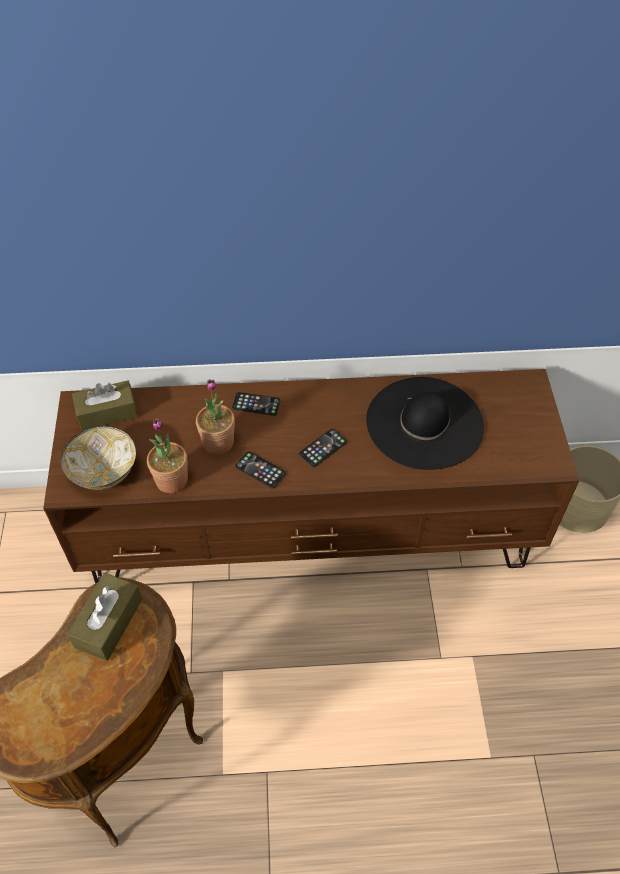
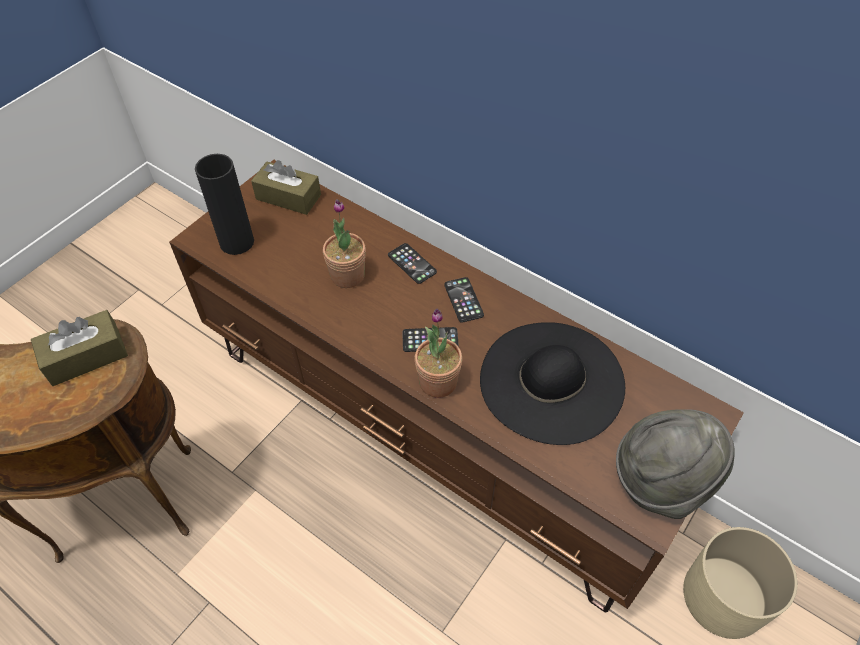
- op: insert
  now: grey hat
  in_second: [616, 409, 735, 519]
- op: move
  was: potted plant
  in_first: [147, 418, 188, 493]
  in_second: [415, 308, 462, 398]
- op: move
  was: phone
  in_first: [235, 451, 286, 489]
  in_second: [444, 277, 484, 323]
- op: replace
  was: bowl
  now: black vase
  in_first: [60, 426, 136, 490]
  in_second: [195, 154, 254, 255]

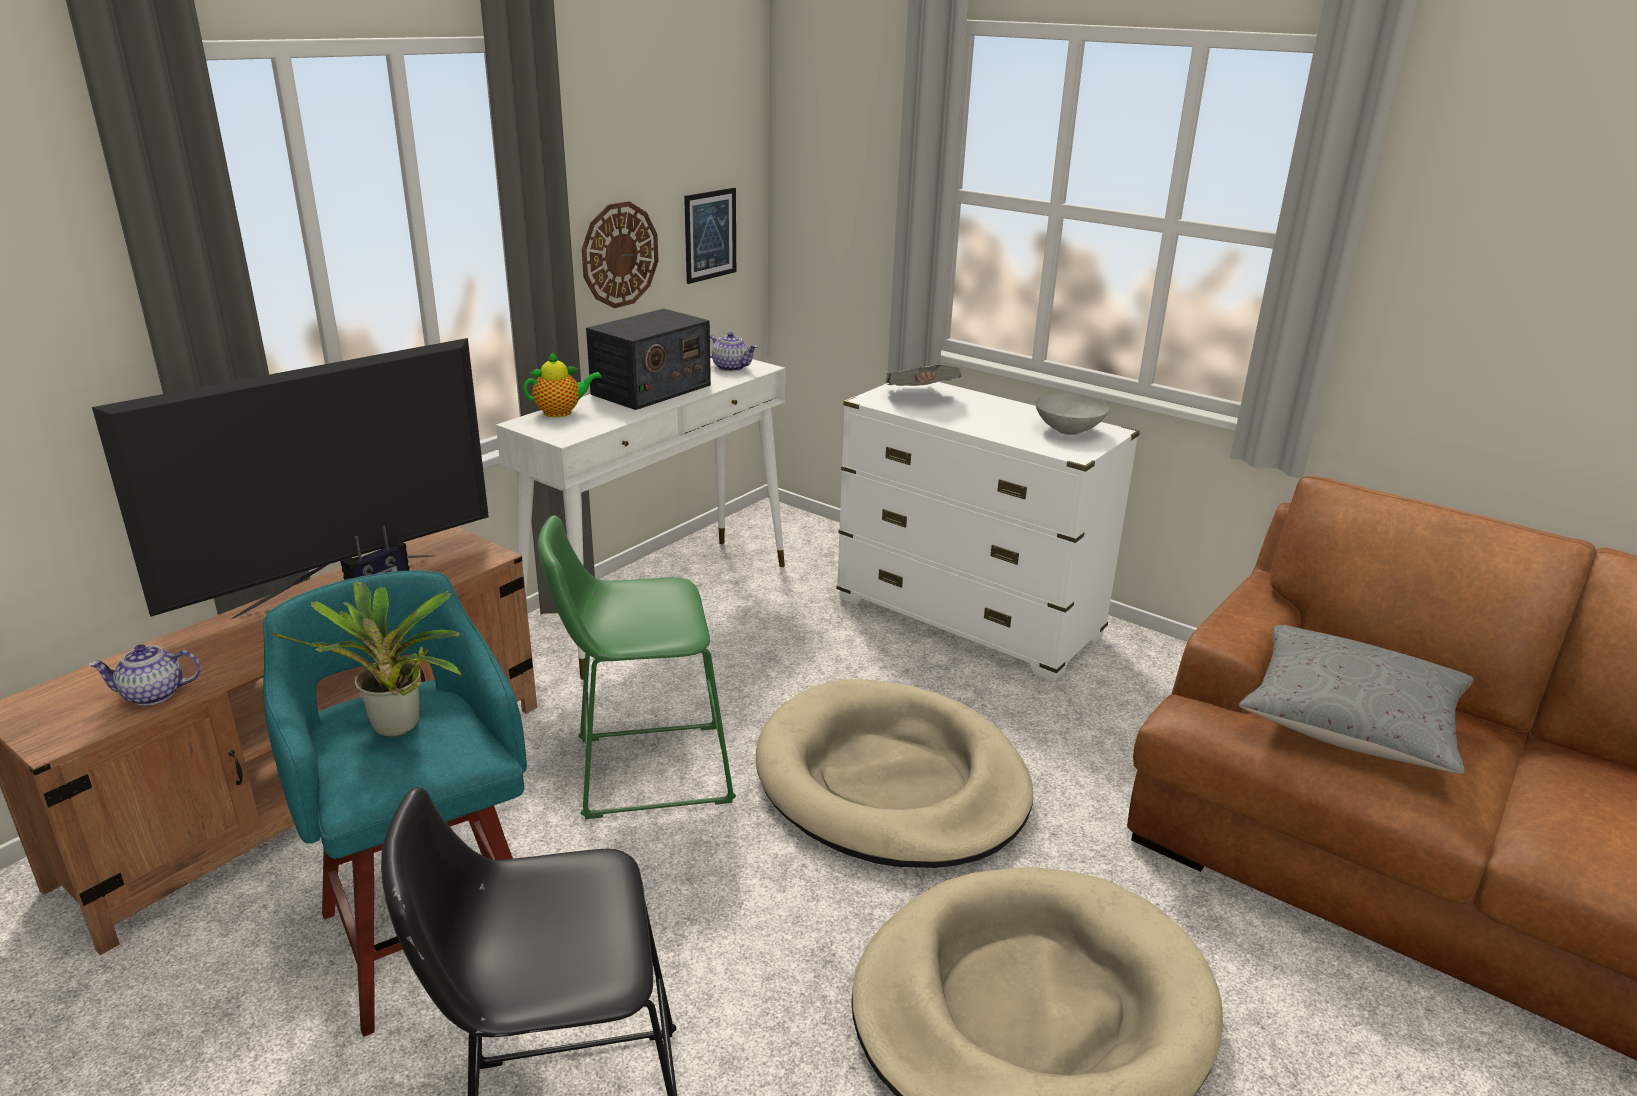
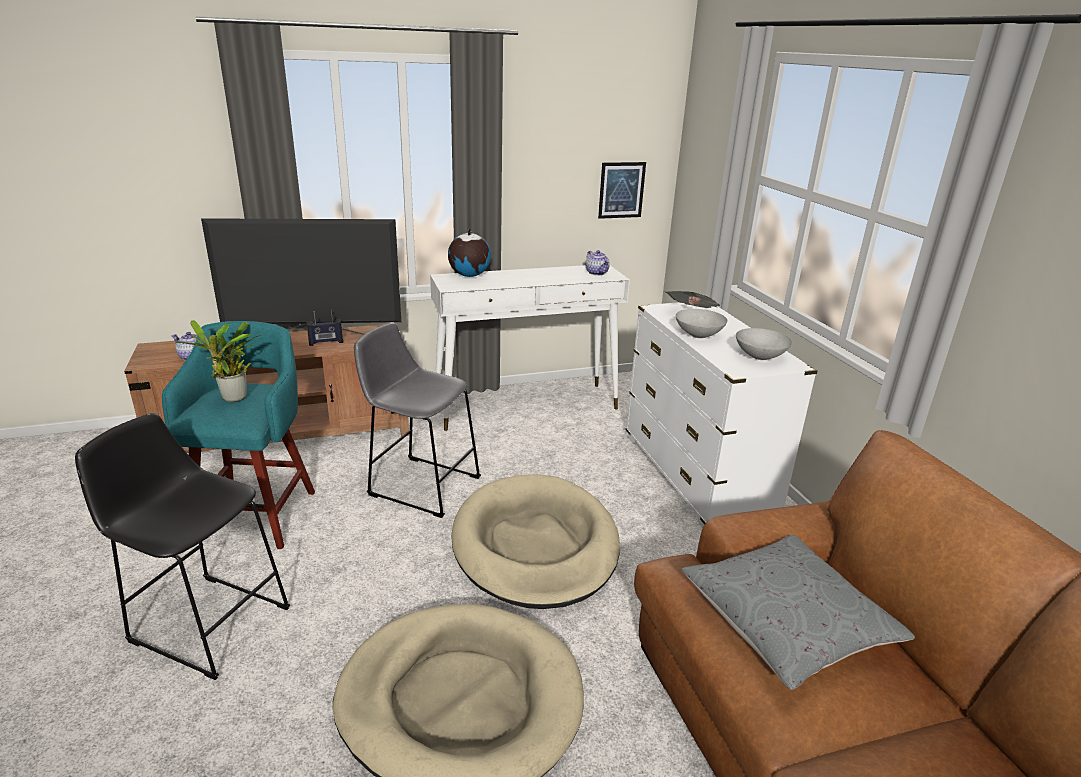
- op: delete
  was: wall clock
  in_first: [582, 201, 658, 308]
- op: delete
  was: radio
  in_first: [586, 309, 711, 410]
- op: insert
  now: grey bowl
  in_second: [676, 309, 727, 338]
- op: replace
  was: teapot
  now: globe
  in_first: [523, 351, 602, 417]
  in_second: [448, 228, 491, 277]
- op: recolor
  was: green stool
  now: grey stool
  in_first: [537, 515, 736, 819]
  in_second: [354, 323, 481, 518]

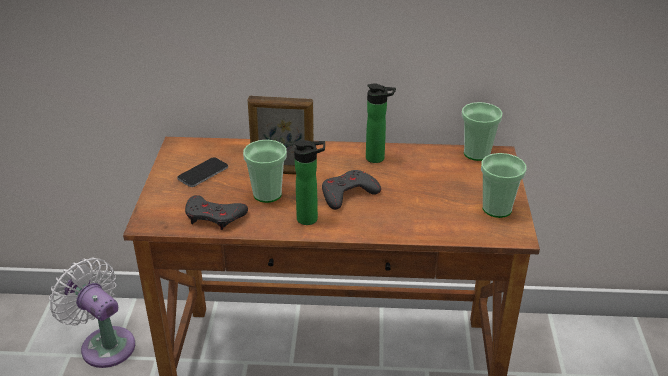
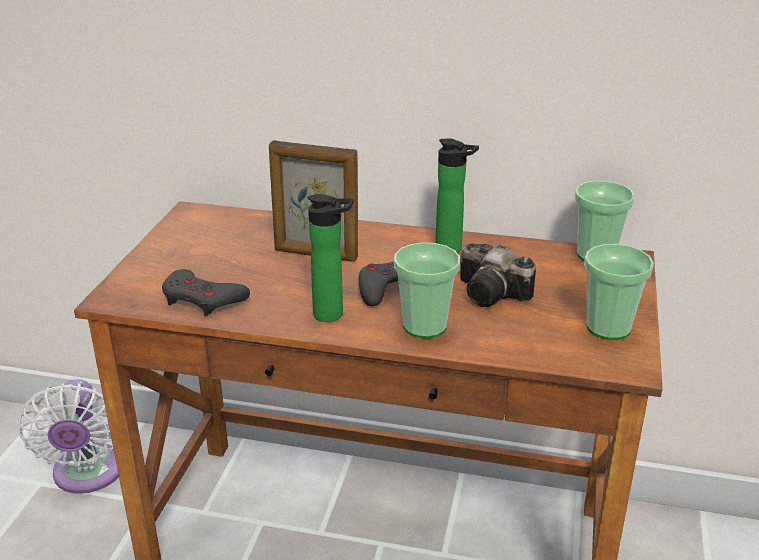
- op: delete
  was: phone
  in_first: [177, 157, 228, 187]
- op: insert
  now: photo camera
  in_second: [460, 243, 536, 307]
- op: move
  was: cup
  in_first: [243, 140, 287, 203]
  in_second: [394, 242, 460, 339]
- op: rotate
  was: white fan
  in_first: [49, 258, 135, 368]
  in_second: [17, 379, 119, 494]
  clockwise: -150

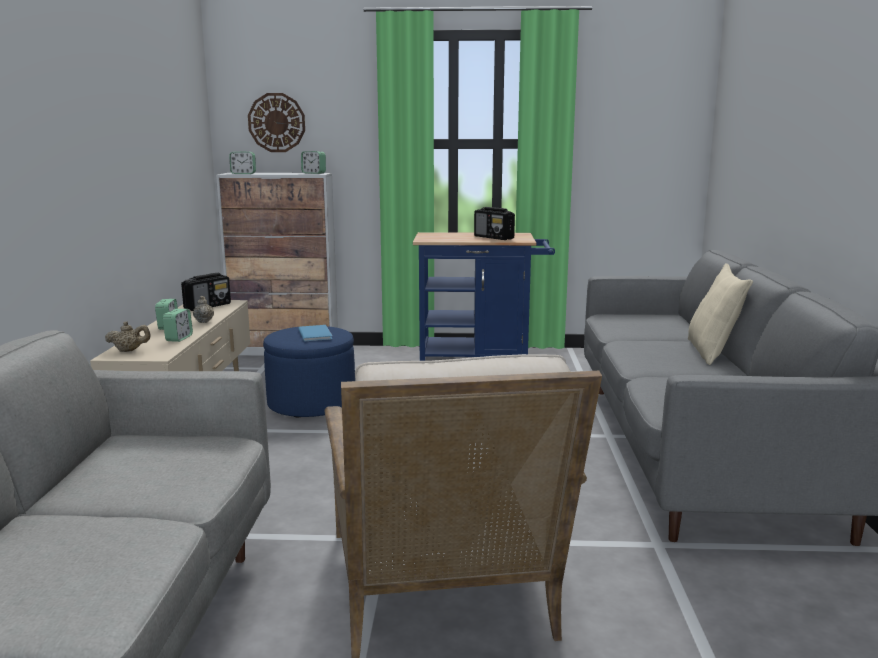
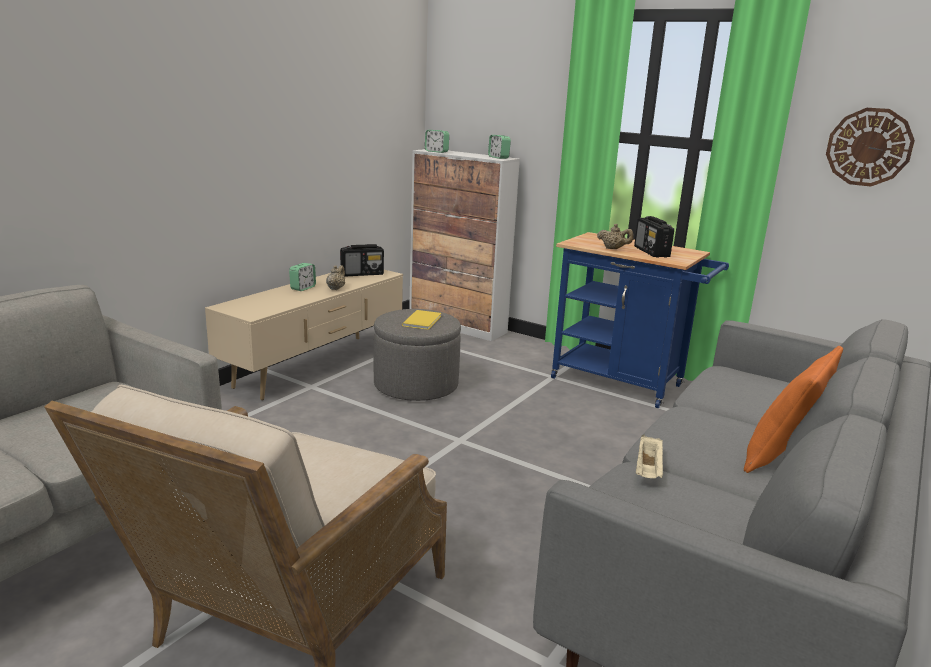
- op: delete
  was: alarm clock
  in_first: [163, 309, 193, 342]
- op: insert
  now: beige tray
  in_second: [636, 434, 663, 478]
- op: move
  was: beige teapot
  in_first: [105, 321, 151, 352]
  in_second: [597, 224, 634, 249]
- op: move
  was: wall clock
  in_first: [248, 93, 305, 152]
  in_second: [826, 108, 915, 187]
- op: recolor
  was: blue ottoman
  now: grey ottoman
  in_first: [263, 326, 355, 417]
  in_second: [374, 309, 461, 401]
- op: recolor
  was: blue book
  now: yellow book
  in_first: [298, 325, 332, 341]
  in_second: [402, 310, 441, 330]
- op: recolor
  was: beige pillow
  now: orange pillow
  in_first: [688, 263, 753, 365]
  in_second: [744, 346, 843, 473]

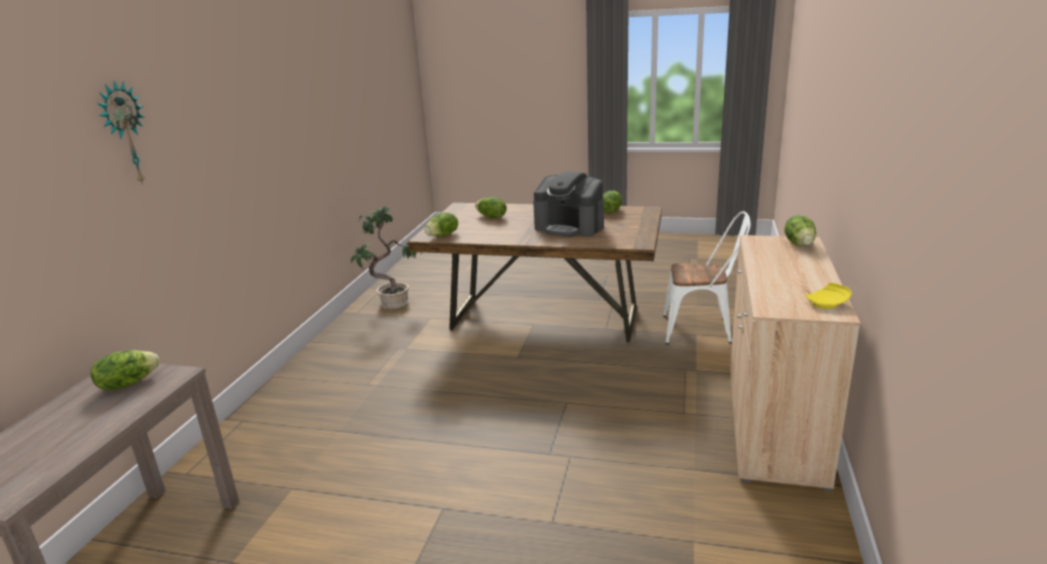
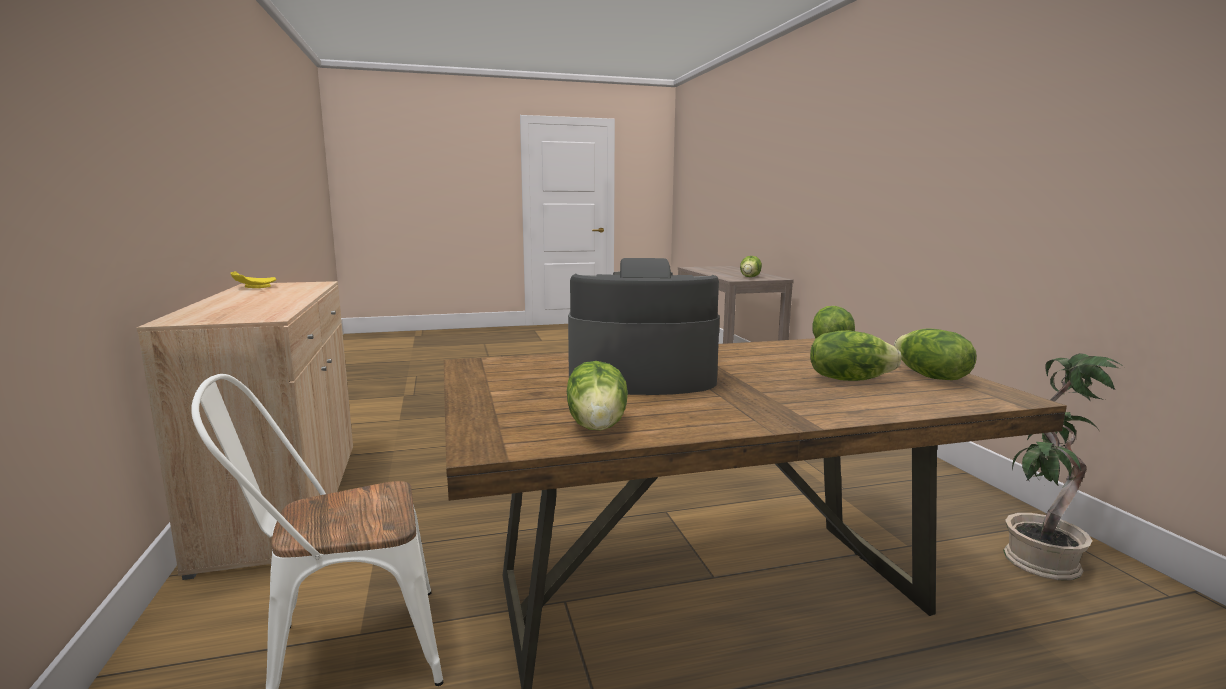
- op: delete
  was: wall clock
  in_first: [97, 81, 145, 185]
- op: move
  was: lettuce
  in_first: [785, 216, 816, 246]
  in_second: [894, 328, 977, 380]

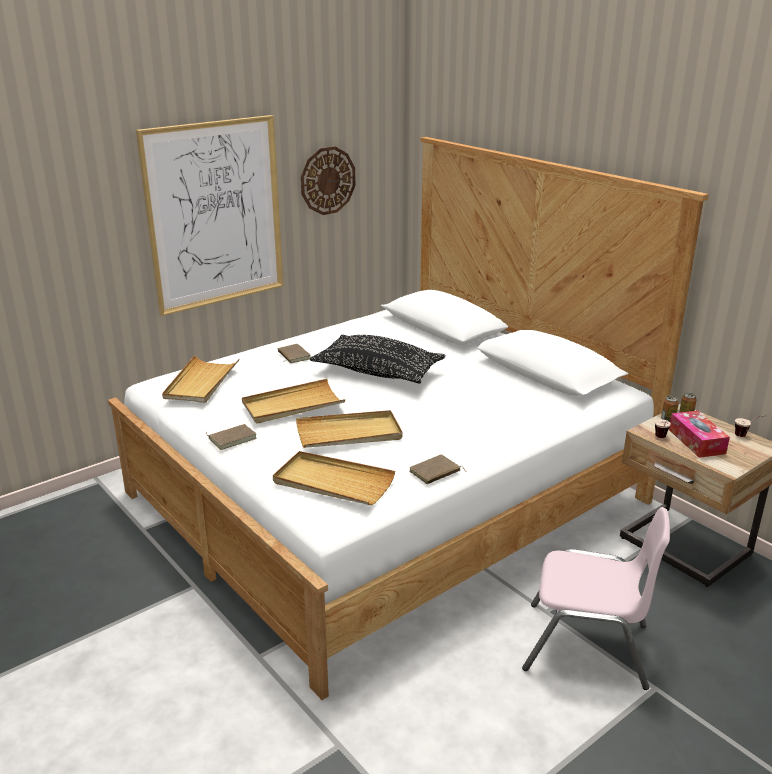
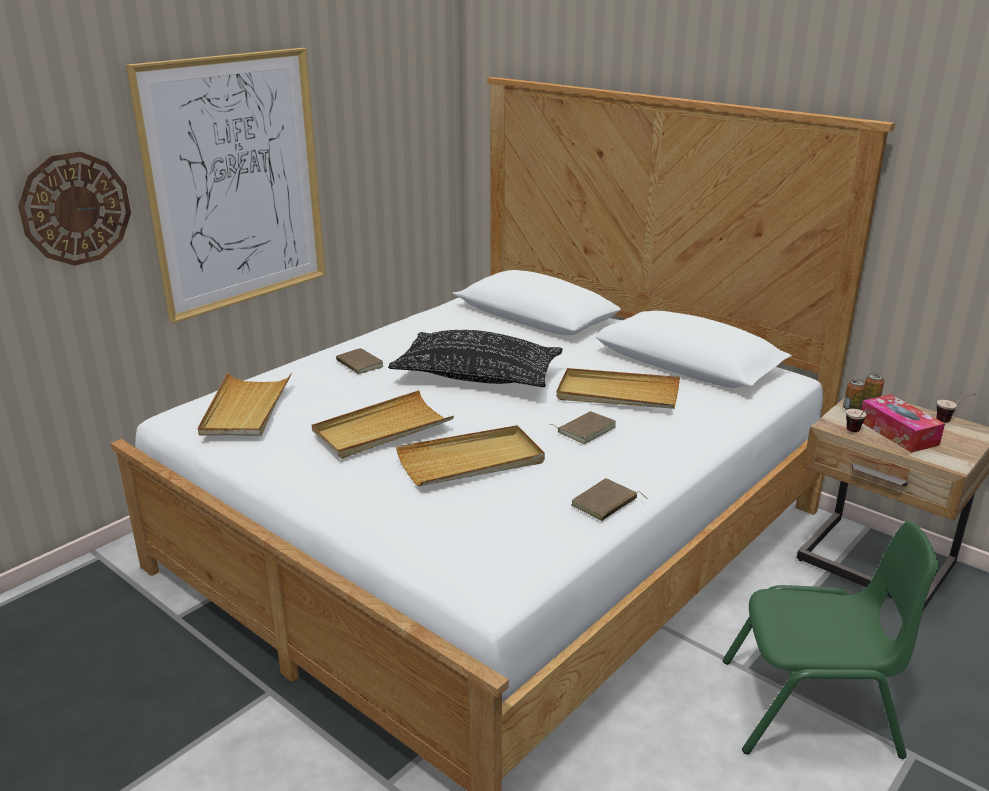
- op: move
  was: brown book
  in_first: [206, 424, 257, 450]
  in_second: [552, 411, 616, 444]
- op: move
  was: beige tray
  in_first: [273, 451, 395, 505]
  in_second: [556, 368, 680, 409]
- op: move
  was: wall clock
  in_first: [301, 146, 356, 215]
  in_second: [18, 151, 131, 266]
- op: recolor
  was: pink chair
  now: green chair
  in_first: [522, 507, 670, 690]
  in_second: [723, 521, 939, 759]

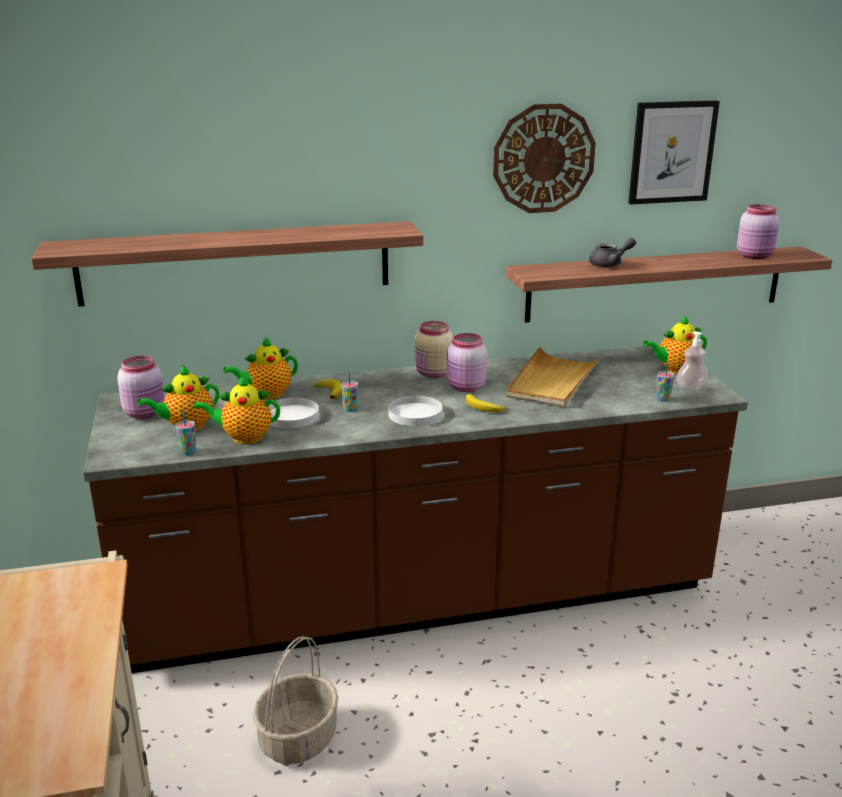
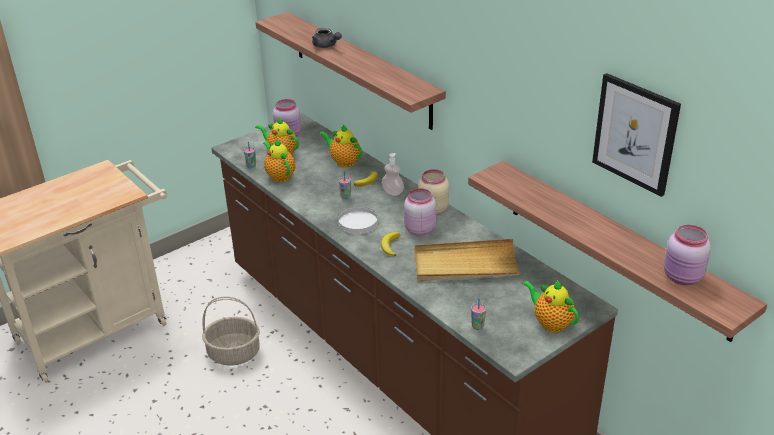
- op: delete
  was: white plate
  in_first: [269, 397, 319, 428]
- op: delete
  was: wall clock
  in_first: [493, 104, 596, 213]
- op: move
  was: grey teapot
  in_first: [589, 238, 636, 267]
  in_second: [312, 28, 342, 48]
- op: move
  was: soap dispenser
  in_first: [677, 331, 708, 390]
  in_second: [382, 153, 404, 196]

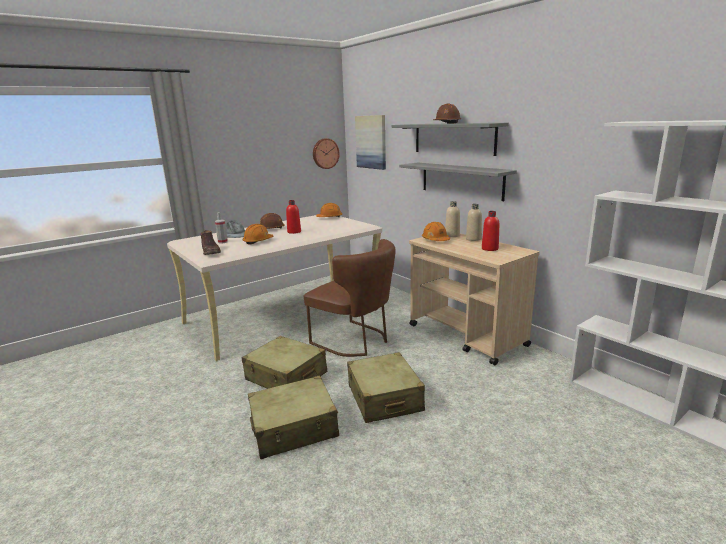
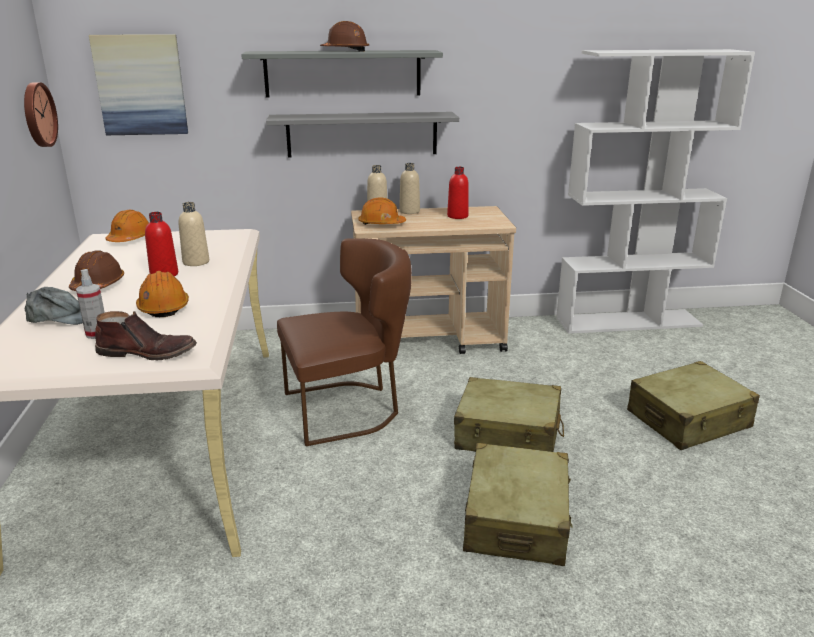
- op: insert
  now: beige bottle
  in_second: [179, 202, 209, 266]
- op: move
  was: beige suitcase
  in_first: [242, 336, 327, 389]
  in_second: [627, 361, 760, 450]

